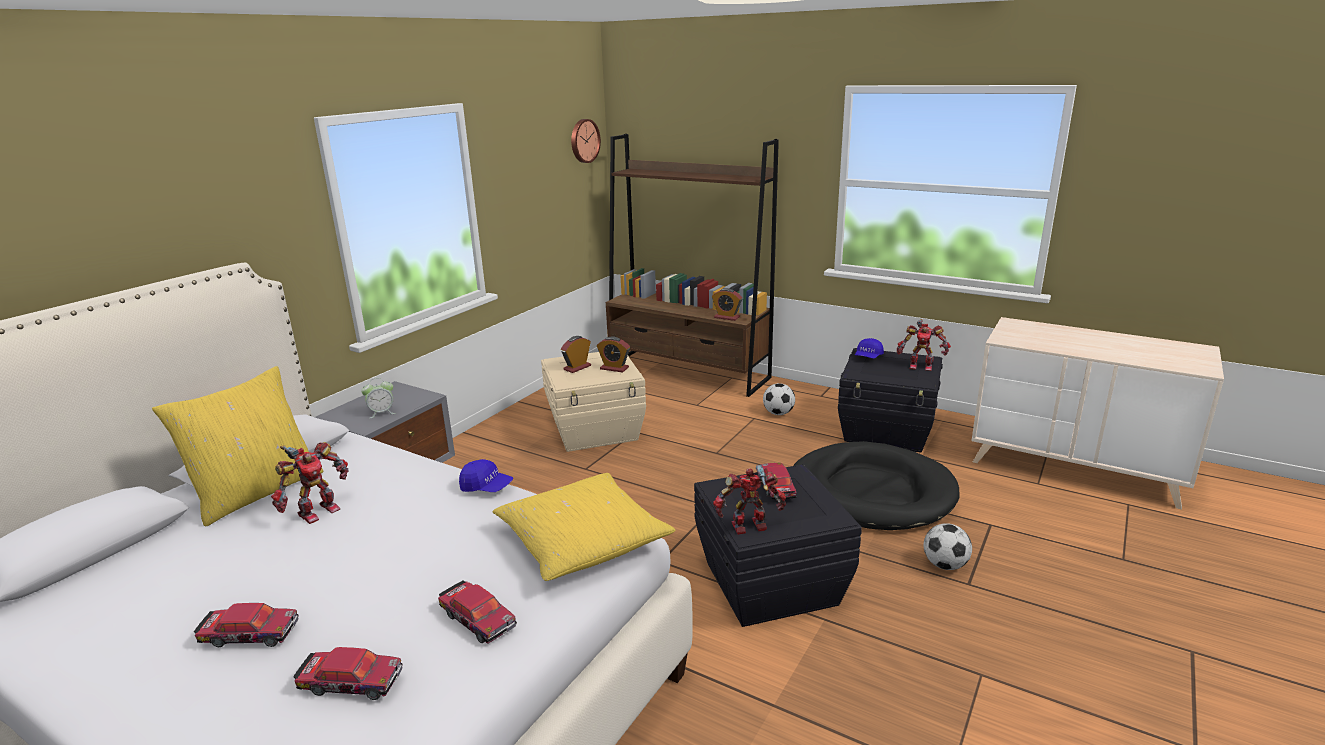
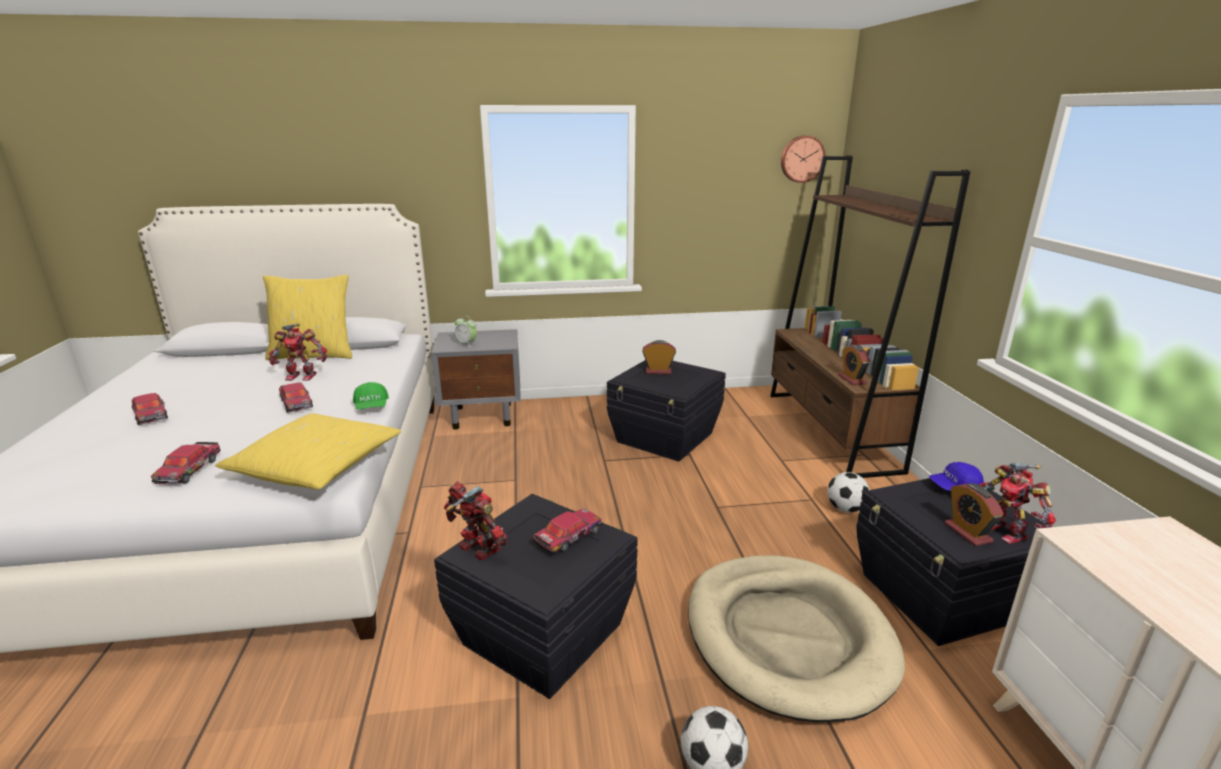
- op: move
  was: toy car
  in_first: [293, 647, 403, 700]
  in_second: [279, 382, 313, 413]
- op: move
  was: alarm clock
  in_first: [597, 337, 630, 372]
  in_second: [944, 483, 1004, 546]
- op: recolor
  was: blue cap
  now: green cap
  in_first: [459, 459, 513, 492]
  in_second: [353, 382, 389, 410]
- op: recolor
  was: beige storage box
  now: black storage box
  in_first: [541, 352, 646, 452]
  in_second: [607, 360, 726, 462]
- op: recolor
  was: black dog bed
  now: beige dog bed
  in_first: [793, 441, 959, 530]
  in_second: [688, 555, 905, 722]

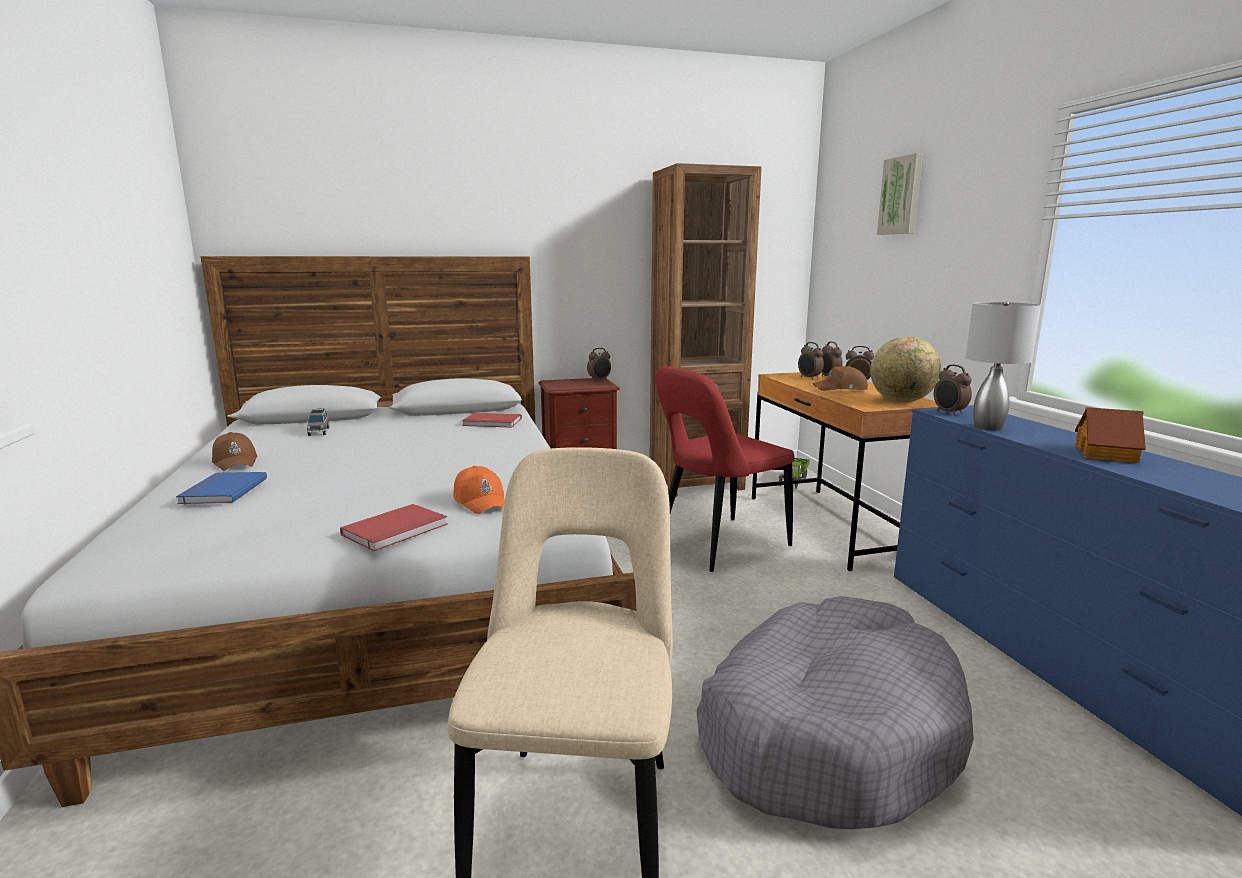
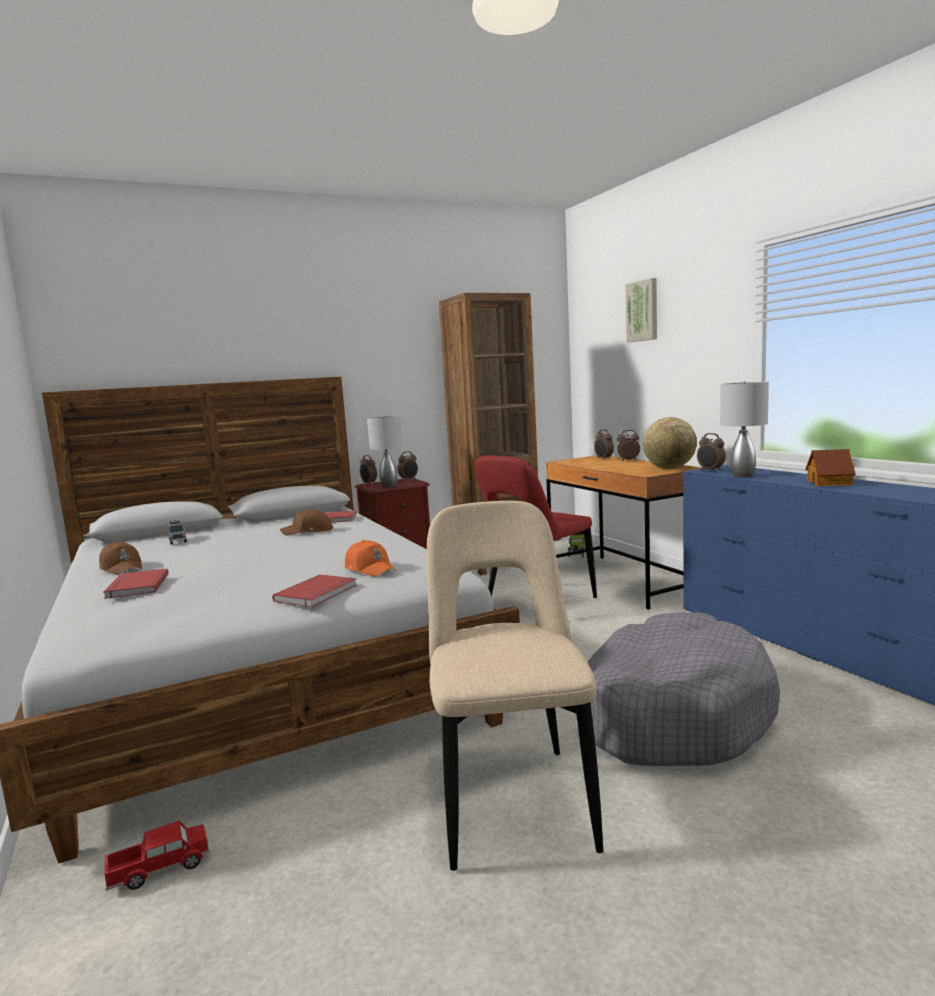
- op: insert
  now: toy truck
  in_second: [105, 821, 210, 891]
- op: insert
  now: grey table lamp
  in_second: [367, 416, 403, 488]
- op: move
  was: alarm clock
  in_first: [798, 342, 824, 380]
  in_second: [360, 455, 377, 485]
- op: move
  was: brown cap
  in_first: [813, 366, 868, 391]
  in_second: [280, 509, 333, 536]
- op: recolor
  was: blue book
  now: red book
  in_first: [176, 472, 267, 505]
  in_second: [103, 568, 169, 599]

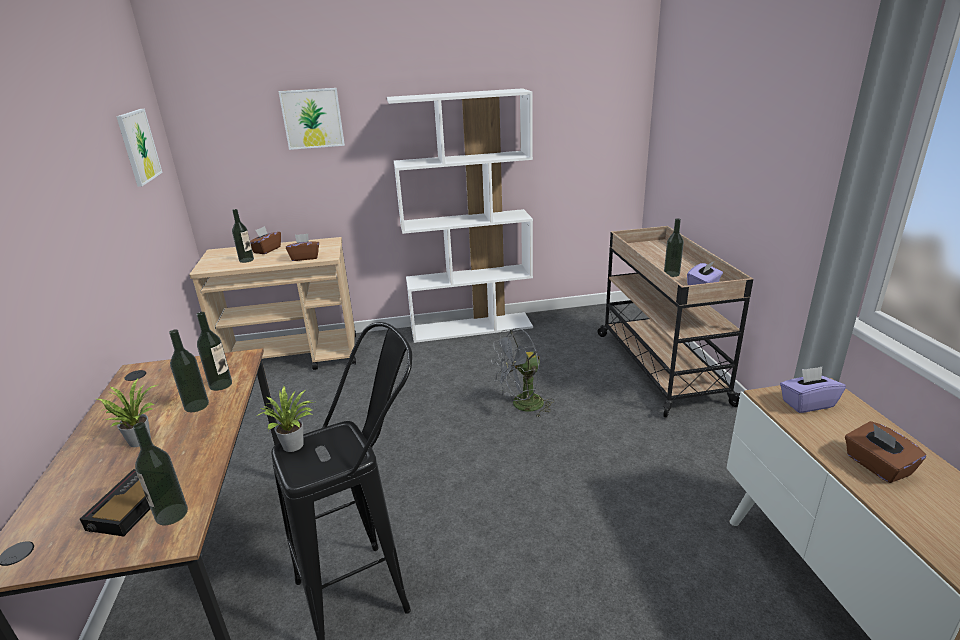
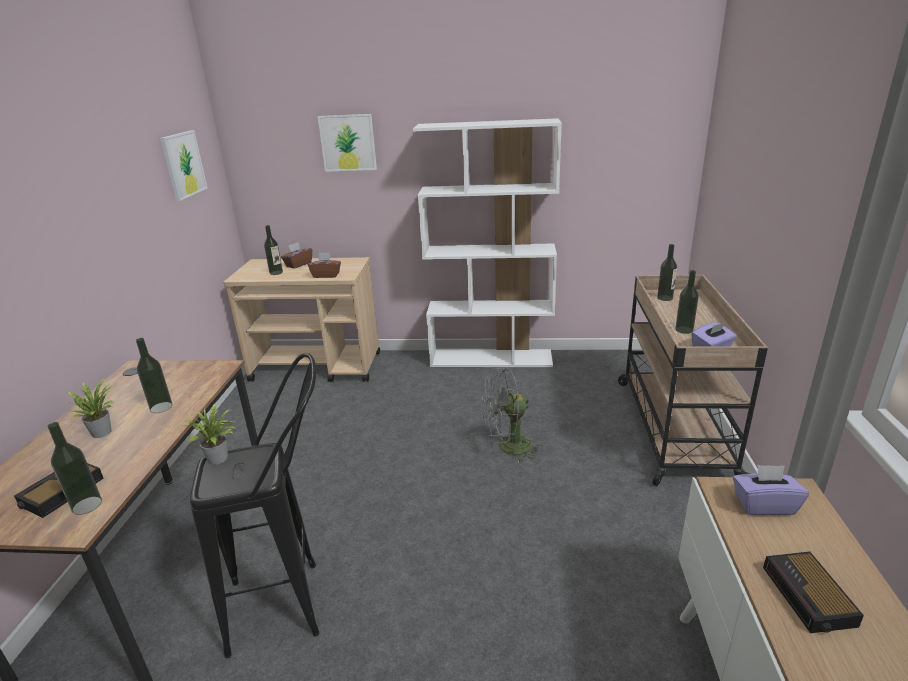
- op: move
  was: bottle
  in_first: [196, 312, 232, 391]
  in_second: [657, 244, 677, 301]
- op: replace
  was: brown tissue box
  now: alarm clock
  in_first: [845, 421, 926, 483]
  in_second: [763, 551, 864, 633]

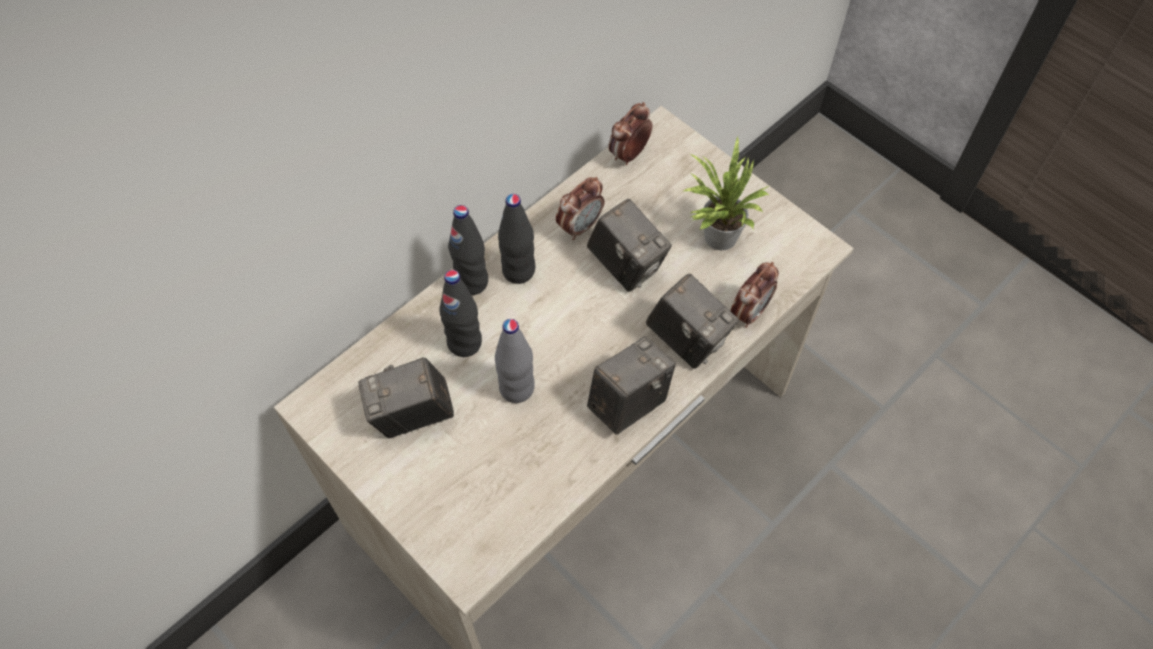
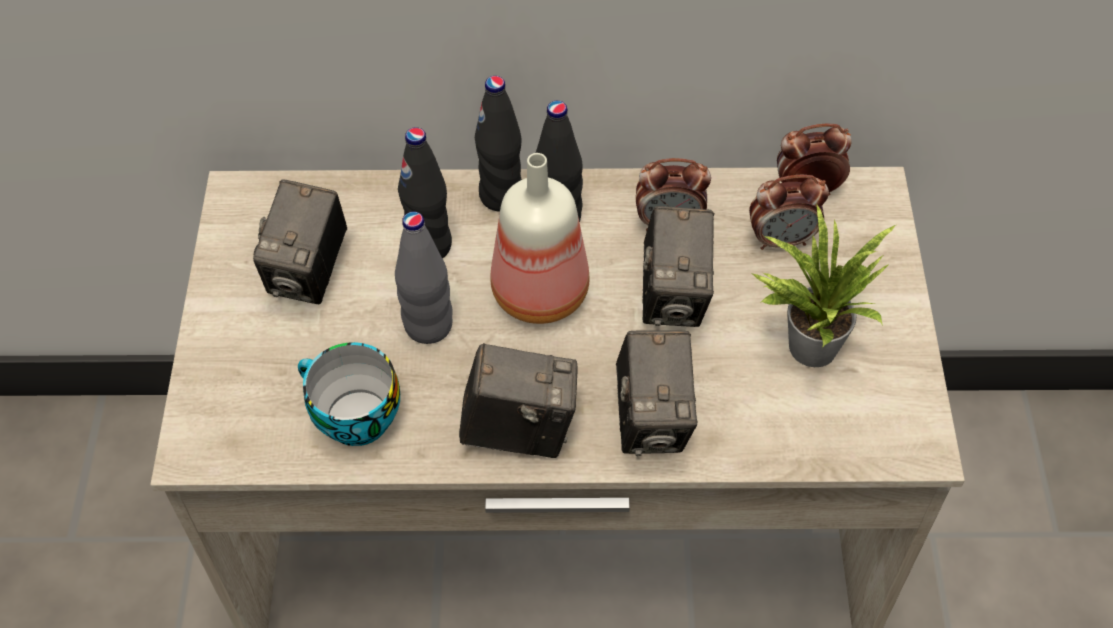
- op: insert
  now: cup
  in_second: [298, 342, 400, 446]
- op: insert
  now: bottle
  in_second: [491, 153, 590, 324]
- op: move
  was: alarm clock
  in_first: [730, 262, 778, 328]
  in_second: [749, 175, 829, 250]
- op: rotate
  was: photo camera
  in_first: [358, 357, 454, 438]
  in_second: [253, 179, 347, 305]
  clockwise: -105

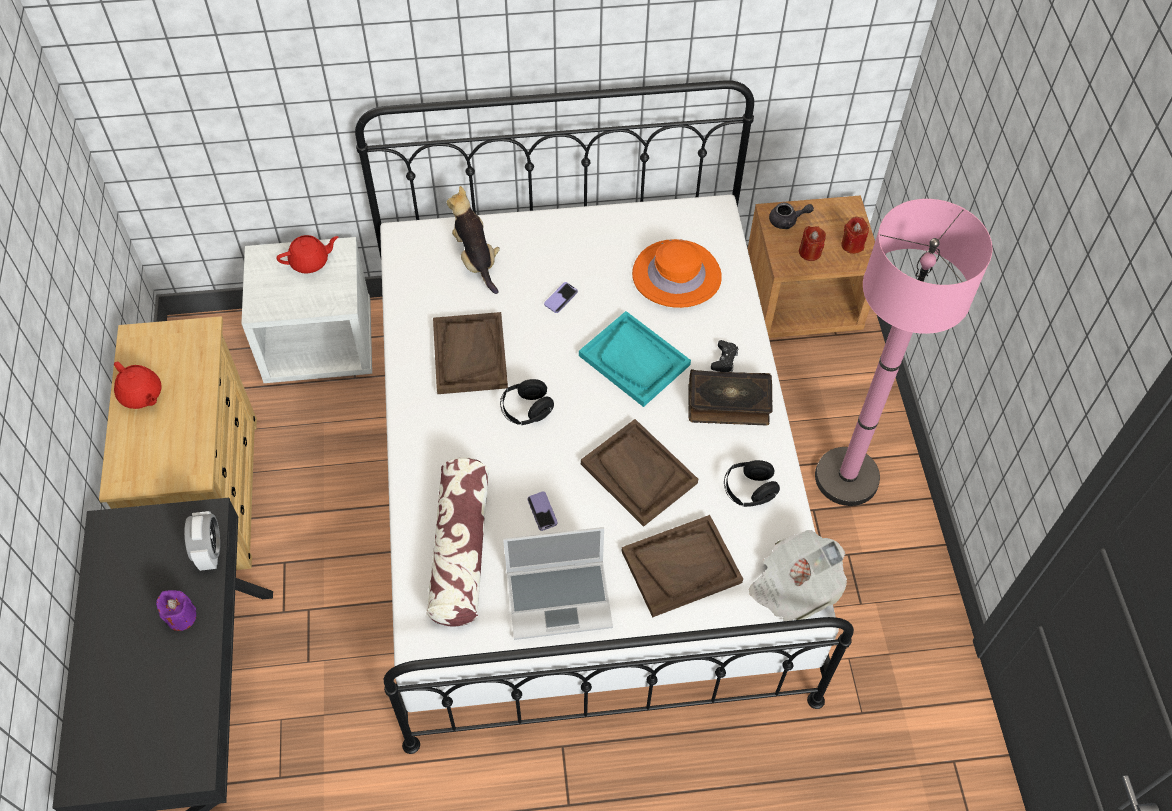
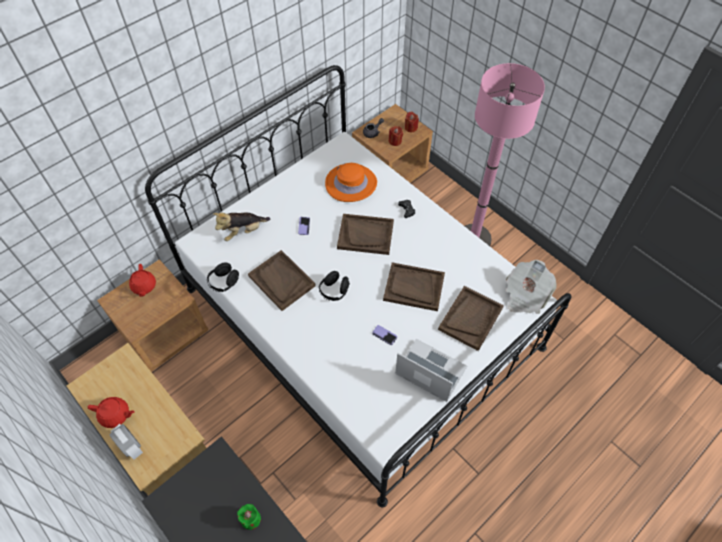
- op: delete
  was: pillow
  in_first: [426, 457, 489, 627]
- op: delete
  was: book
  in_first: [688, 369, 773, 425]
- op: move
  was: alarm clock
  in_first: [184, 511, 220, 571]
  in_second: [110, 424, 143, 460]
- op: move
  was: black headphones
  in_first: [724, 460, 780, 507]
  in_second: [207, 262, 239, 292]
- op: recolor
  was: purple candle
  now: green candle
  in_first: [156, 590, 196, 631]
  in_second: [237, 504, 261, 530]
- op: recolor
  was: white nightstand
  now: brown nightstand
  in_first: [241, 237, 372, 383]
  in_second: [97, 259, 209, 372]
- op: recolor
  was: turquoise tray
  now: brown tray
  in_first: [579, 311, 691, 407]
  in_second: [337, 214, 394, 255]
- op: rotate
  was: red teapot
  in_first: [277, 235, 338, 273]
  in_second: [129, 264, 156, 297]
  clockwise: 135
- op: rotate
  was: plush toy
  in_first: [447, 186, 500, 294]
  in_second: [213, 212, 270, 241]
  clockwise: -60
- op: rotate
  was: laptop
  in_first: [503, 527, 613, 640]
  in_second: [395, 339, 467, 402]
  clockwise: -105

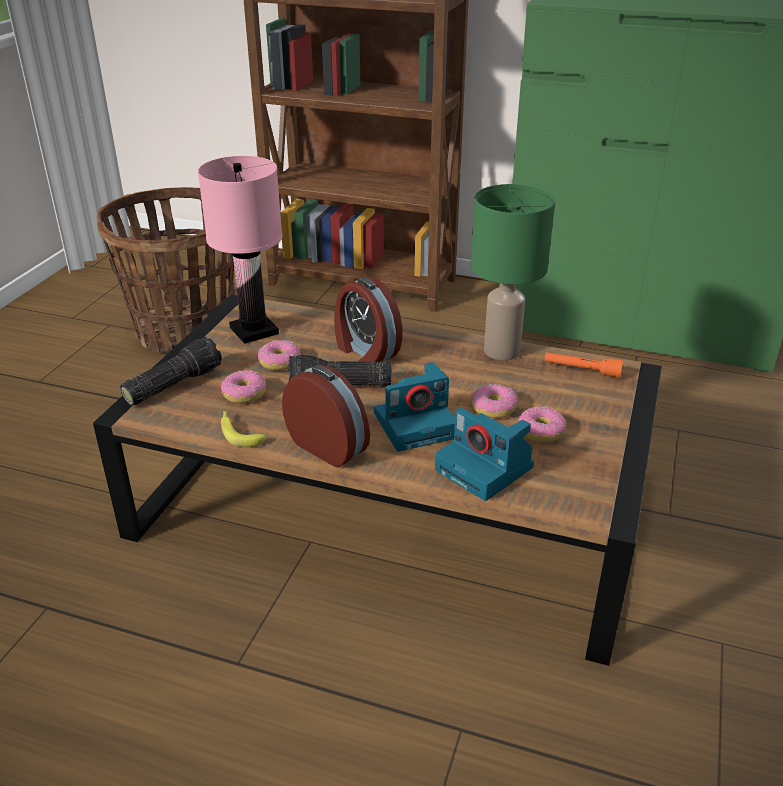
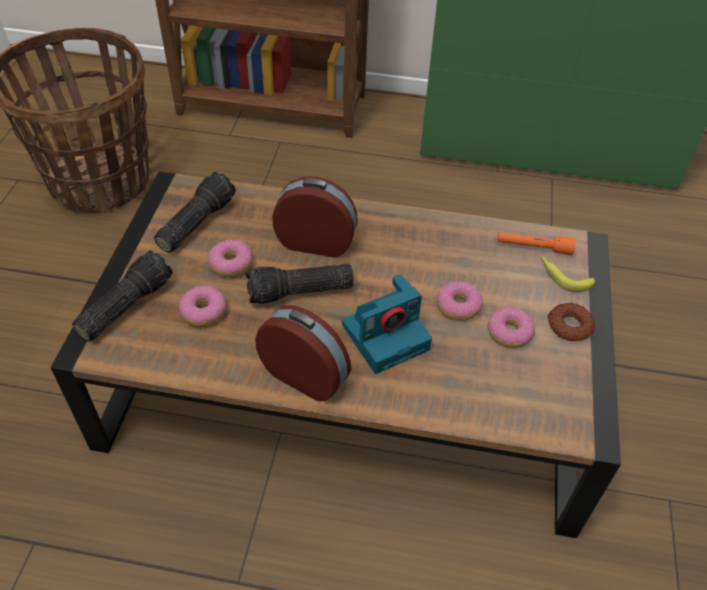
- op: delete
  was: photo camera
  in_first: [435, 408, 534, 501]
- op: delete
  was: green table lamp
  in_first: [471, 184, 555, 361]
- op: insert
  now: donut
  in_second: [548, 303, 595, 341]
- op: move
  was: banana
  in_first: [221, 411, 266, 447]
  in_second: [541, 256, 595, 292]
- op: replace
  was: pink table lamp
  now: flashlight
  in_first: [198, 156, 283, 344]
  in_second: [154, 172, 236, 253]
- op: rotate
  was: alarm clock
  in_first: [334, 277, 403, 362]
  in_second: [272, 177, 358, 258]
  clockwise: 150

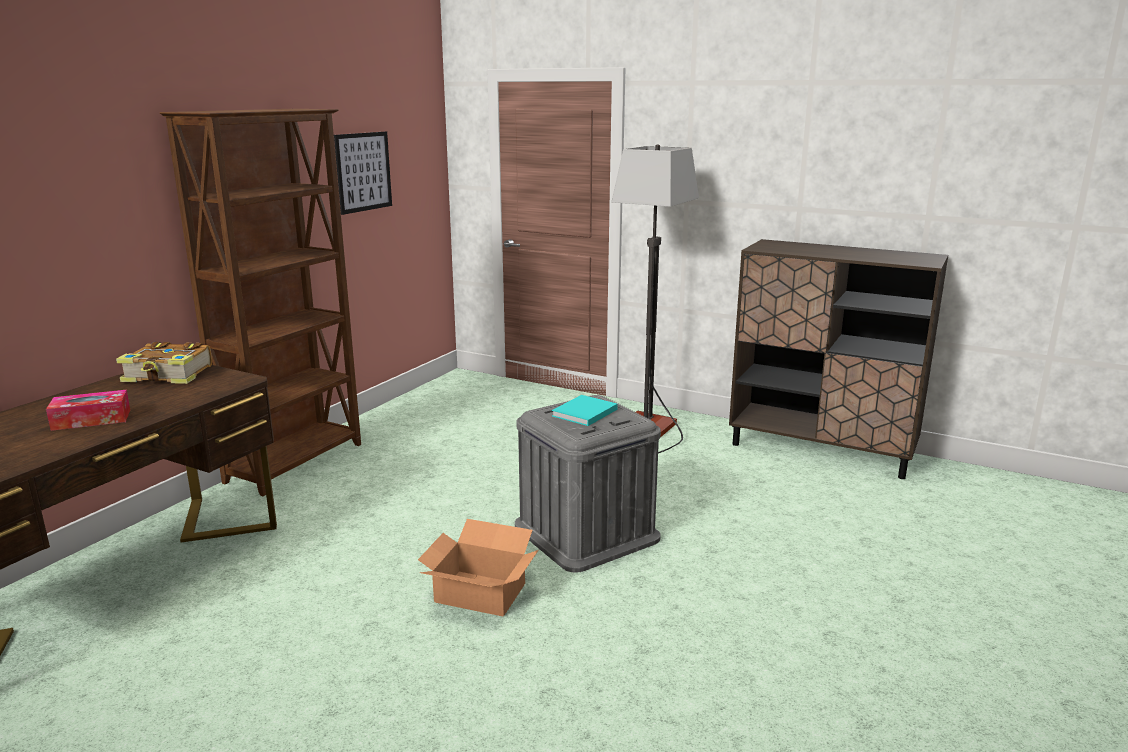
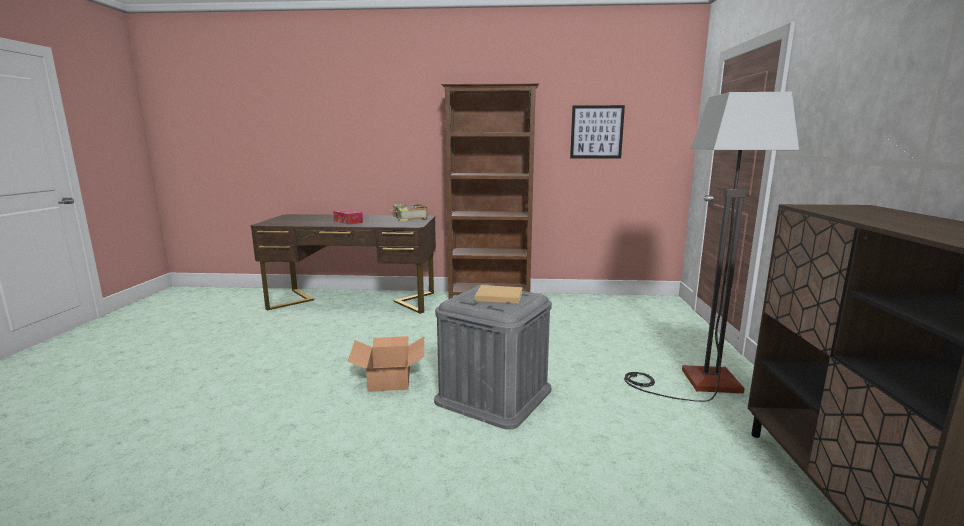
- op: recolor
  was: turquoise book
  now: beige book
  in_first: [552, 395, 618, 426]
  in_second: [475, 285, 523, 304]

